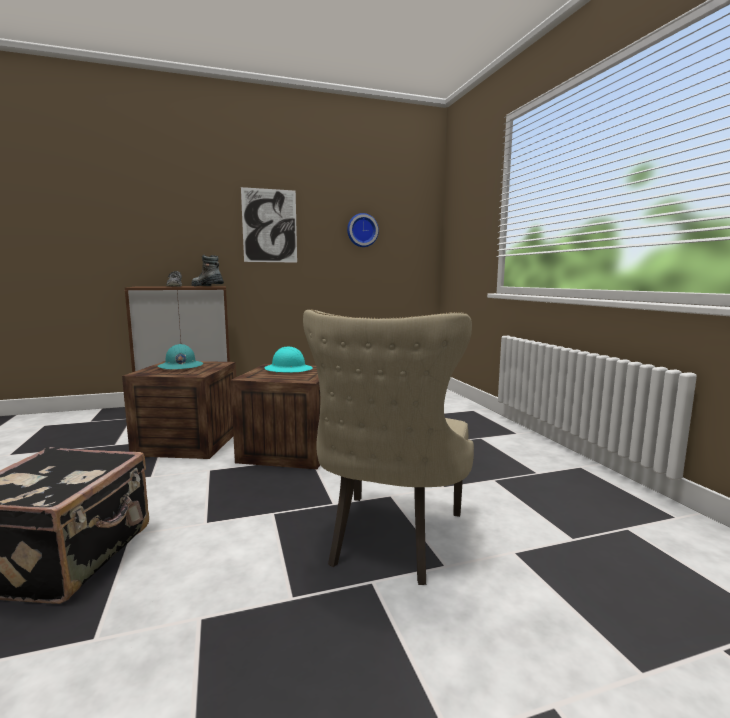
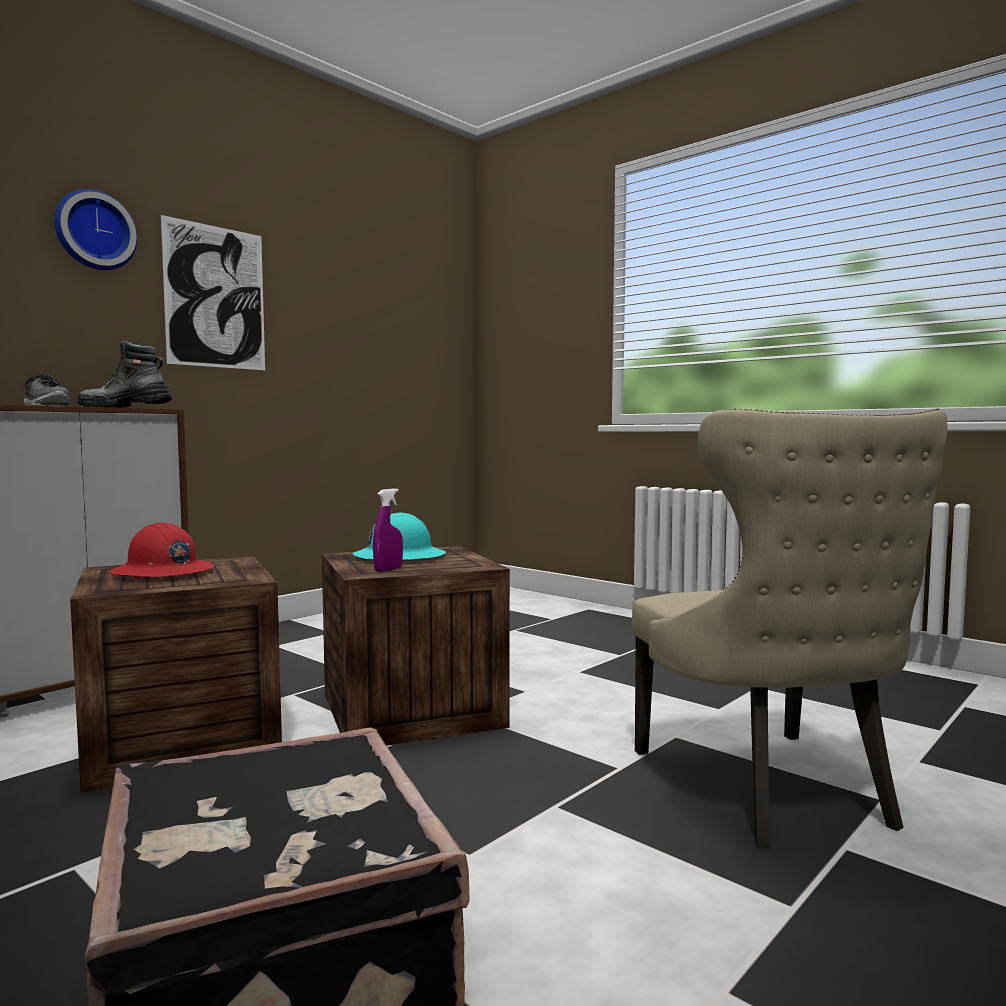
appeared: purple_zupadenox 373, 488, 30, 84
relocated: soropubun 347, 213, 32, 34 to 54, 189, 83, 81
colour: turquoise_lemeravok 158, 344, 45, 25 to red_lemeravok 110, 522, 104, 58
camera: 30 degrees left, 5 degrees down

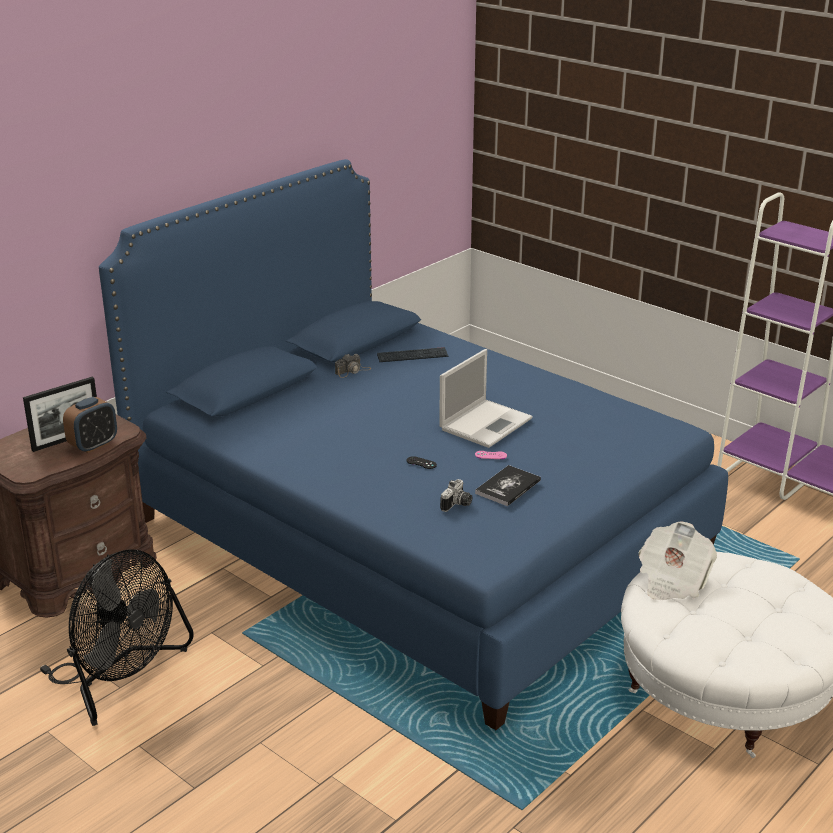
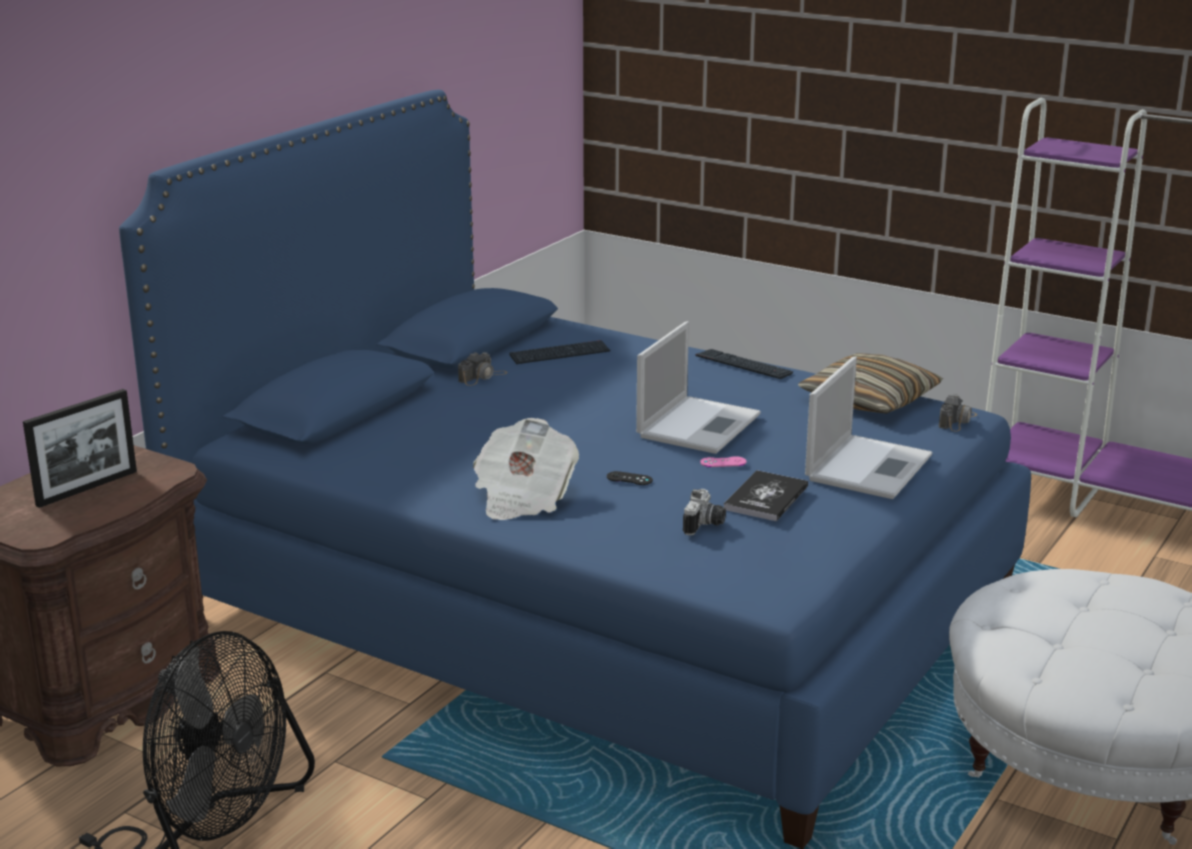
missing: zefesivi 63, 397, 54, 56
appeared: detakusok 695, 349, 98, 30; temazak 798, 353, 145, 61; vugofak 805, 357, 128, 142; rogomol 939, 394, 38, 37
relocated: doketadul 638, 521, 79, 79 to 473, 418, 106, 102
camera: 10 degrees left, 5 degrees down

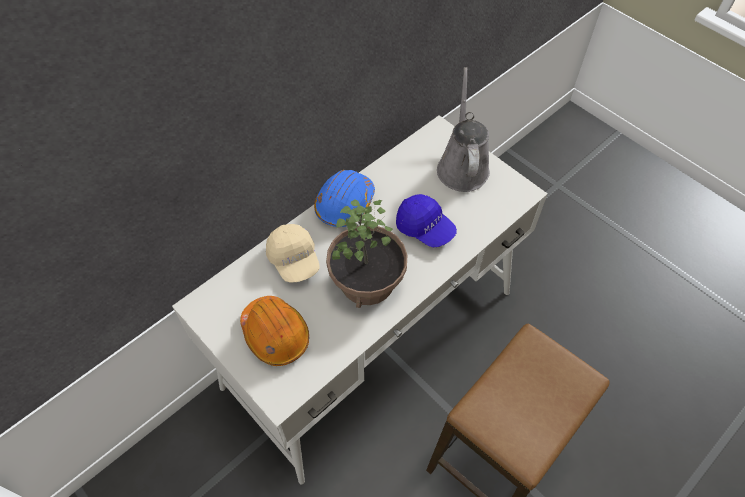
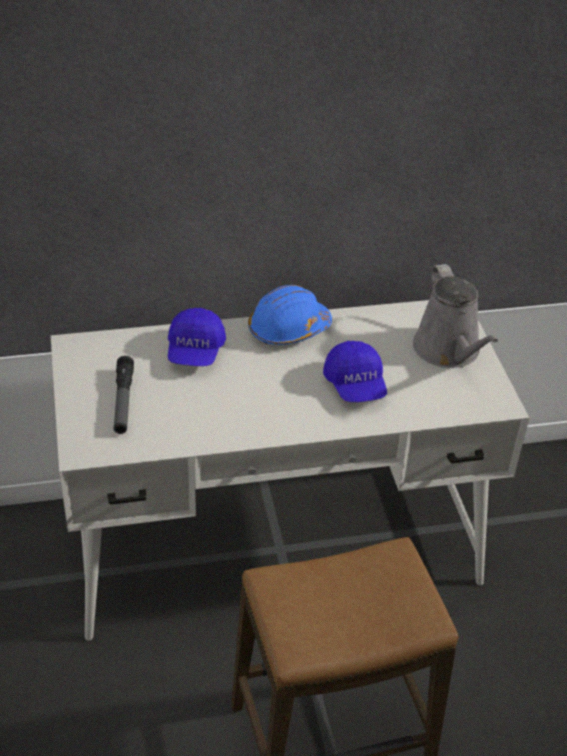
missing: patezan 326, 199, 81, 109
exchanged: orange_lemeravok 240, 296, 69, 70 to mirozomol 114, 356, 20, 78
colour: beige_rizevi 266, 224, 54, 58 to blue_rizevi 168, 308, 58, 58
spun: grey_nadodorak 437, 67, 53, 125 = 413, 264, 85, 104 135 degrees clockwise
camera: 30 degrees right, 15 degrees down

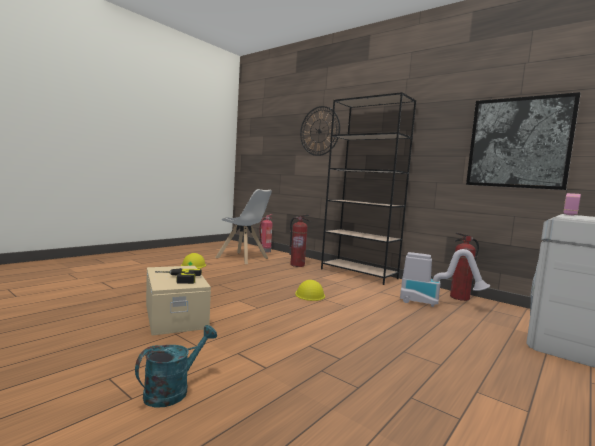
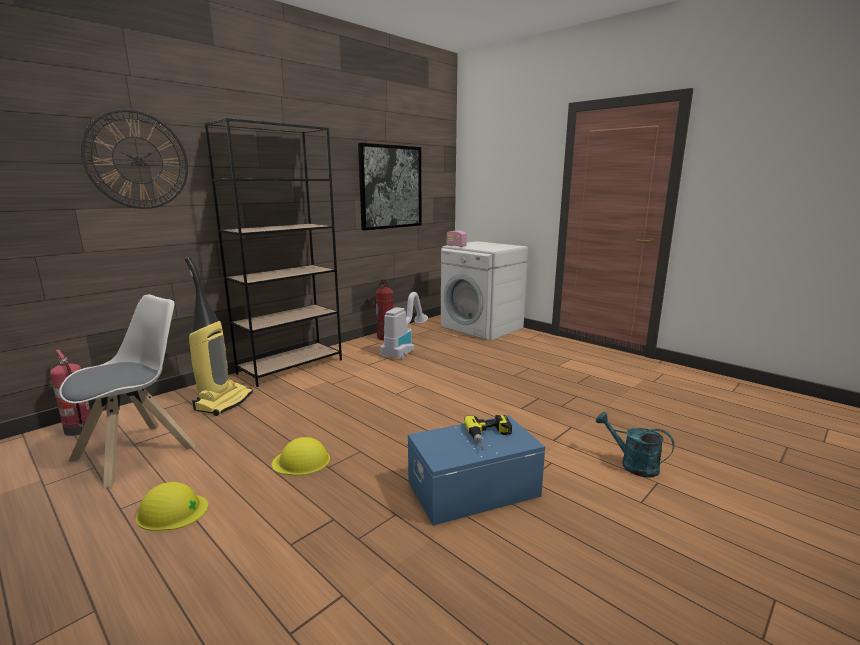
relocated: yellow_lemeravok 295, 280, 30, 21 to 272, 437, 58, 38
exchanged: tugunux 289, 214, 21, 53 to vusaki 185, 257, 68, 159
colour: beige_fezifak 146, 266, 65, 70 to blue_fezifak 408, 415, 137, 111
camera: 85 degrees left, 10 degrees up

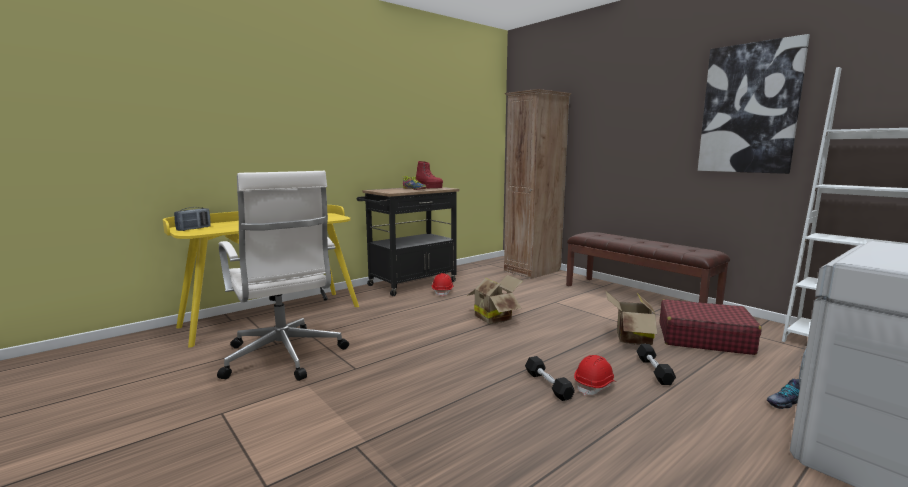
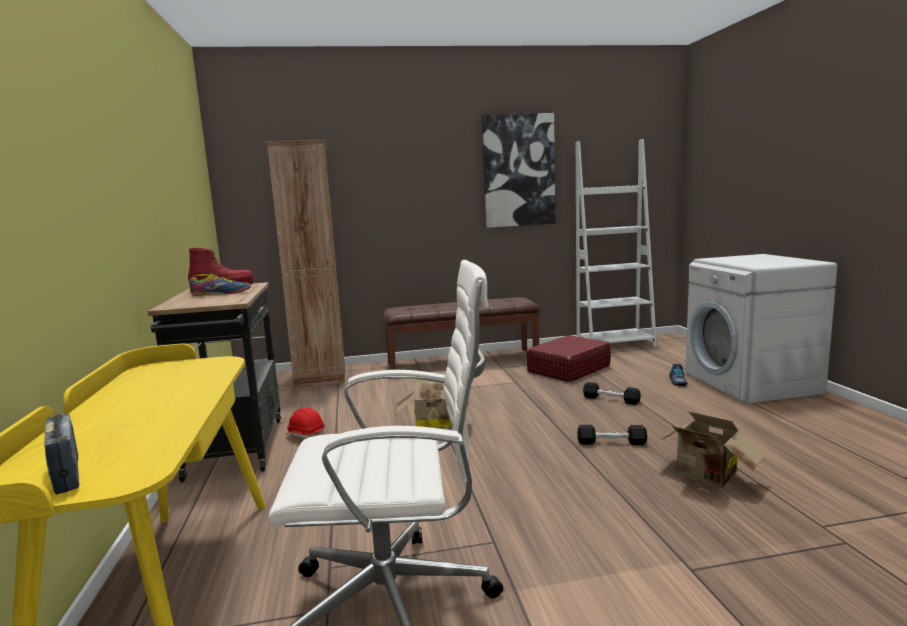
missing: red_lemeravok 574, 355, 41, 41
relocated: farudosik 606, 291, 51, 54 to 654, 411, 112, 78
camera: 60 degrees left, 0 degrees up

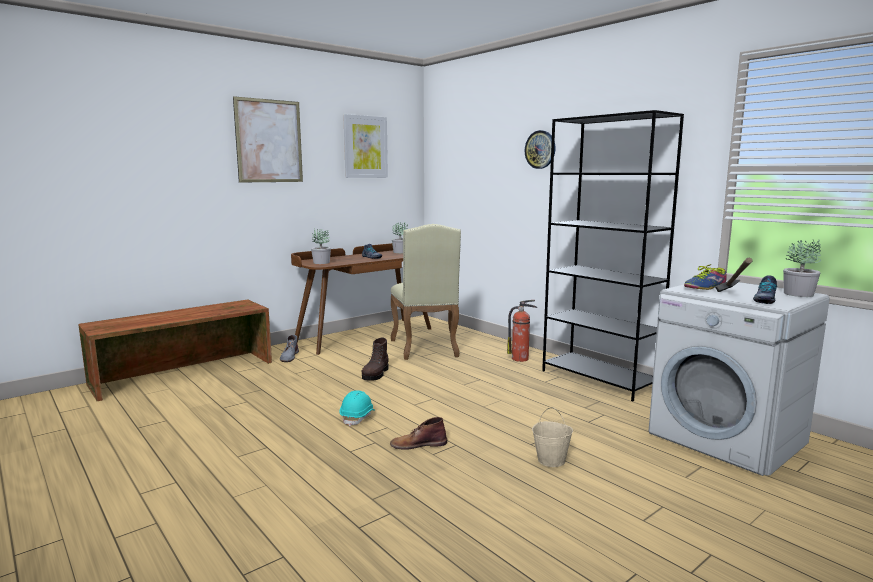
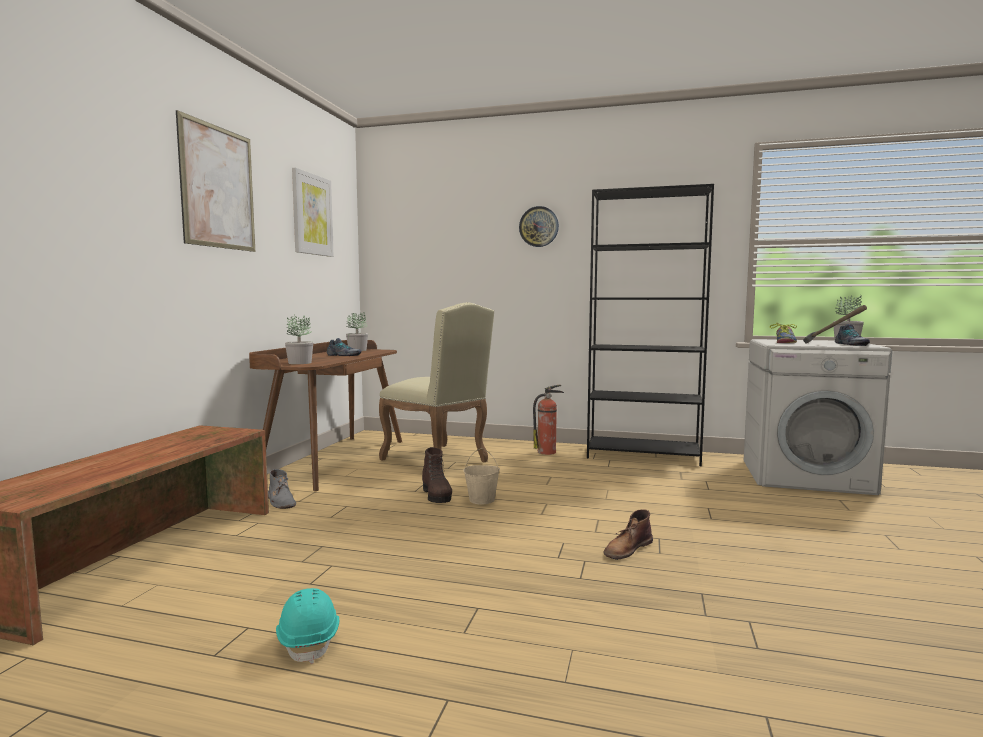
relocated: turquoise_lemeravok 339, 390, 35, 37 to 276, 588, 63, 76; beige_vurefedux 532, 407, 41, 60 to 463, 448, 37, 57
camera: 35 degrees left, 5 degrees down

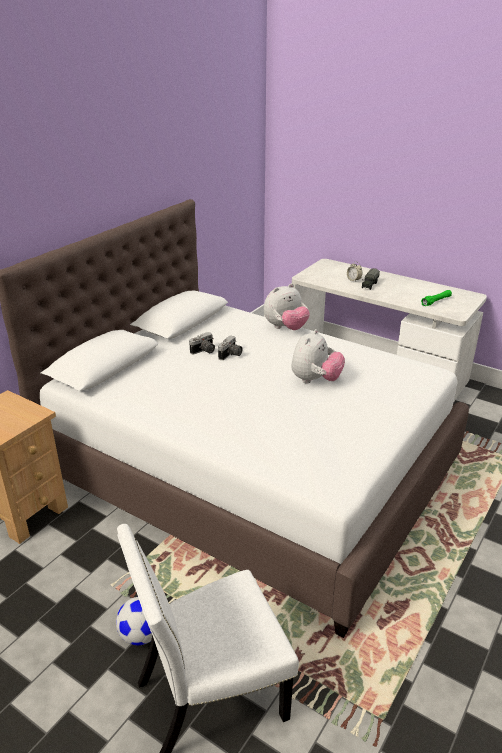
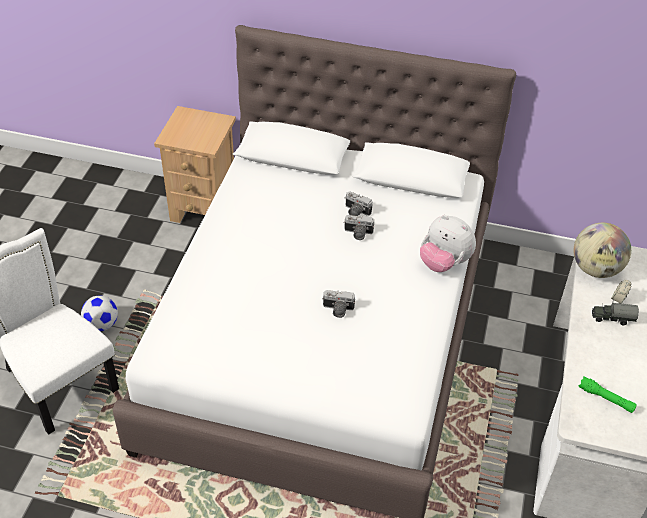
appeared: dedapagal 573, 223, 58, 55
exchanged: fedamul 291, 329, 54, 54 to rogomol 322, 290, 33, 28
camera: 70 degrees right, 15 degrees up

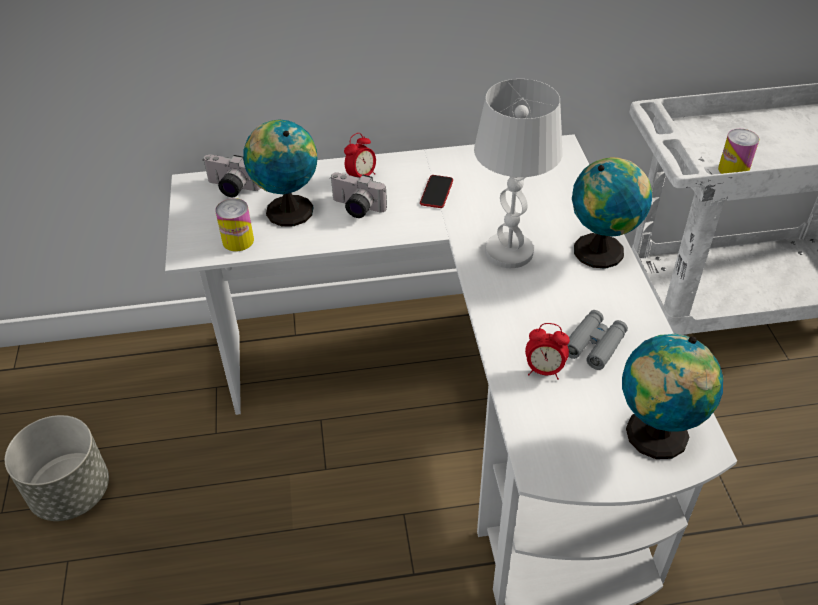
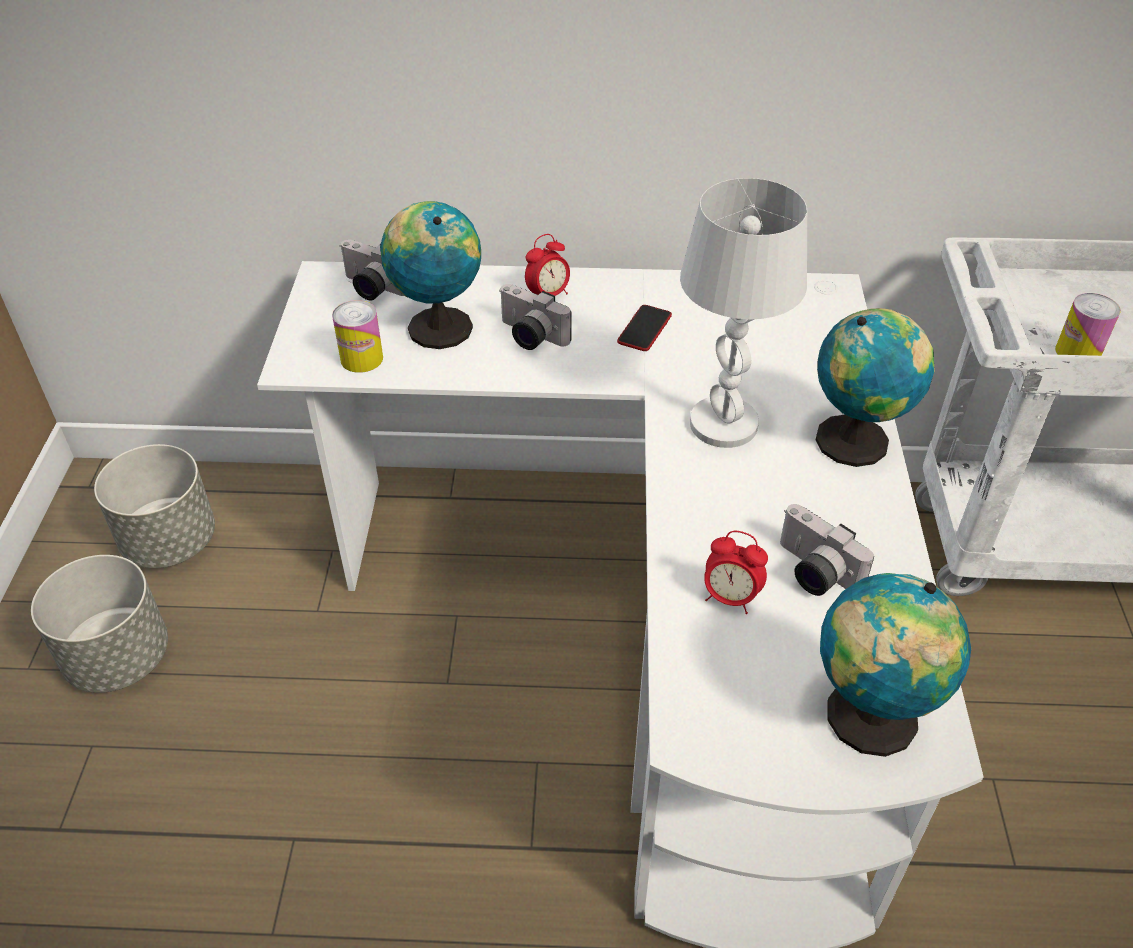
appeared: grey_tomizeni 94, 444, 121, 124
exchanged: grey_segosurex 567, 310, 61, 60 to rogomol 780, 504, 94, 92
camera: 10 degrees right, 0 degrees up

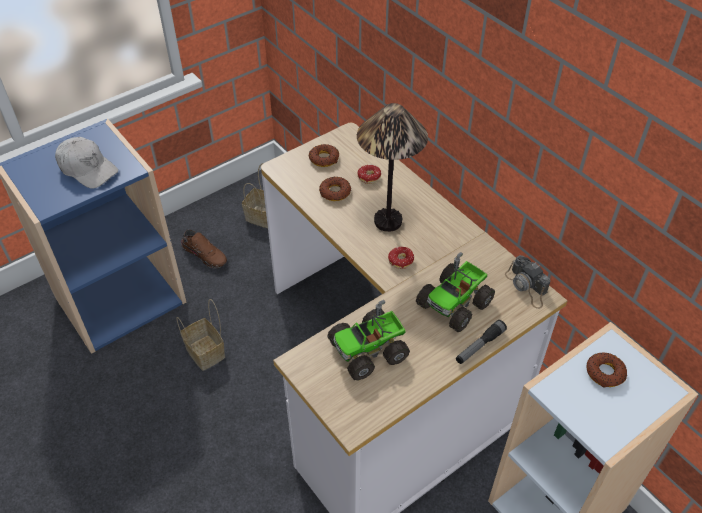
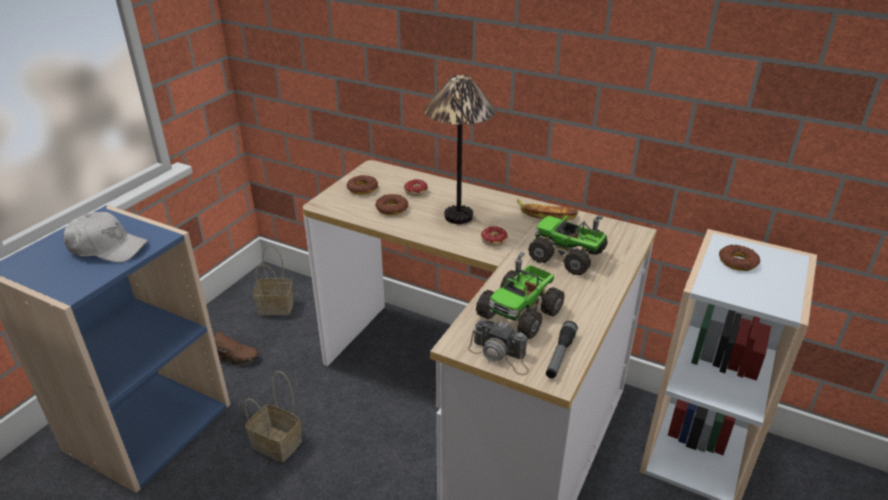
appeared: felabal 517, 199, 61, 21
relocated: mirozomol 456, 320, 51, 44 to 546, 321, 32, 57; rogomol 505, 255, 45, 54 to 468, 320, 61, 55
spun: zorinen 416, 252, 79, 80 = 528, 215, 80, 60 105 degrees clockwise
camera: 25 degrees left, 15 degrees down

